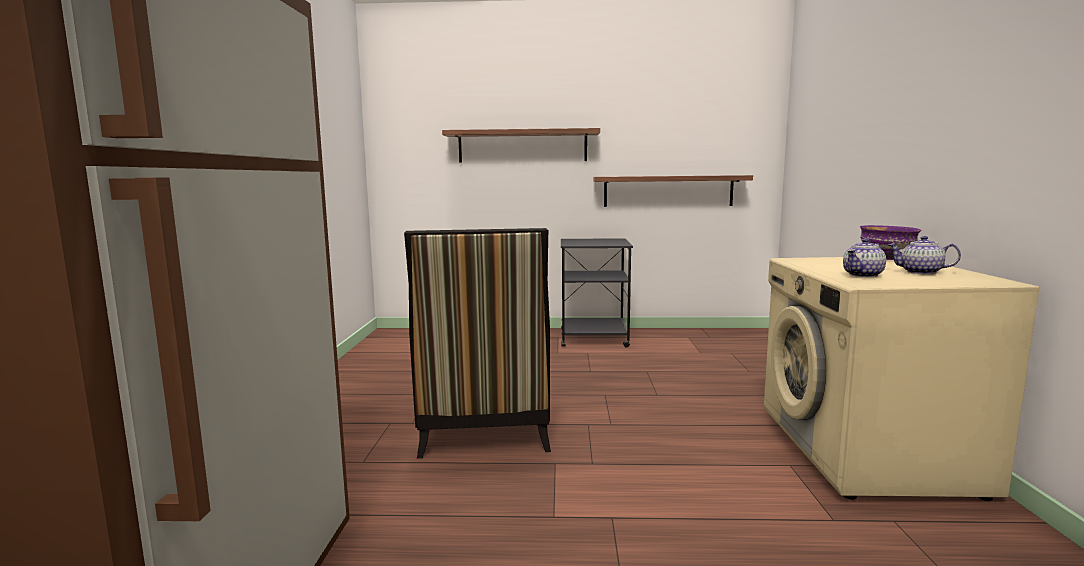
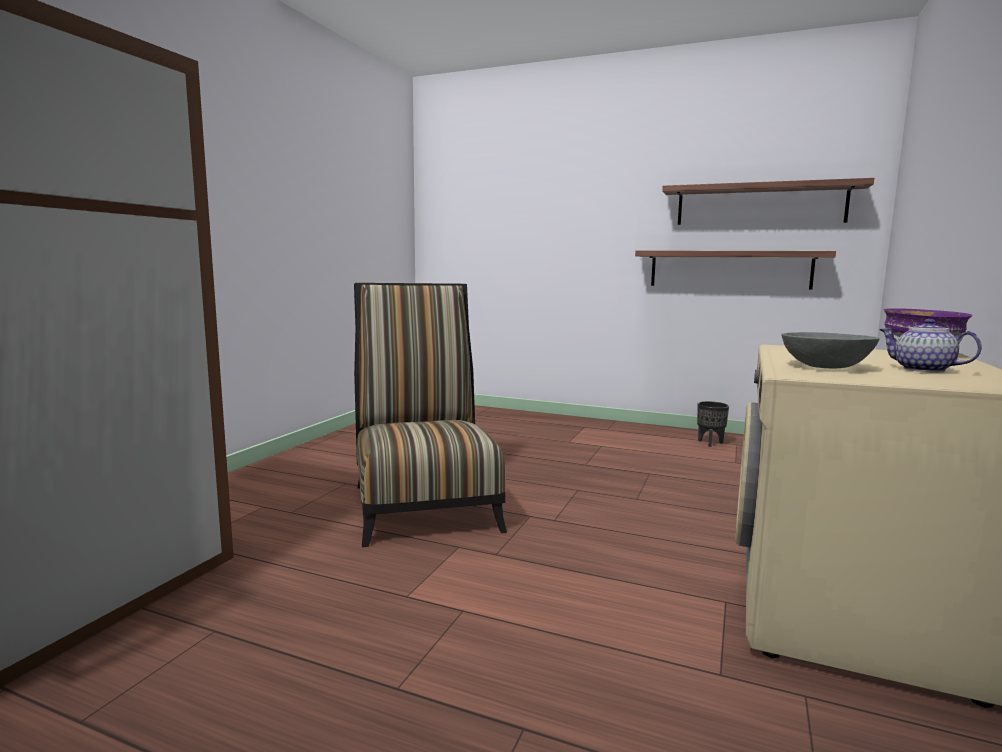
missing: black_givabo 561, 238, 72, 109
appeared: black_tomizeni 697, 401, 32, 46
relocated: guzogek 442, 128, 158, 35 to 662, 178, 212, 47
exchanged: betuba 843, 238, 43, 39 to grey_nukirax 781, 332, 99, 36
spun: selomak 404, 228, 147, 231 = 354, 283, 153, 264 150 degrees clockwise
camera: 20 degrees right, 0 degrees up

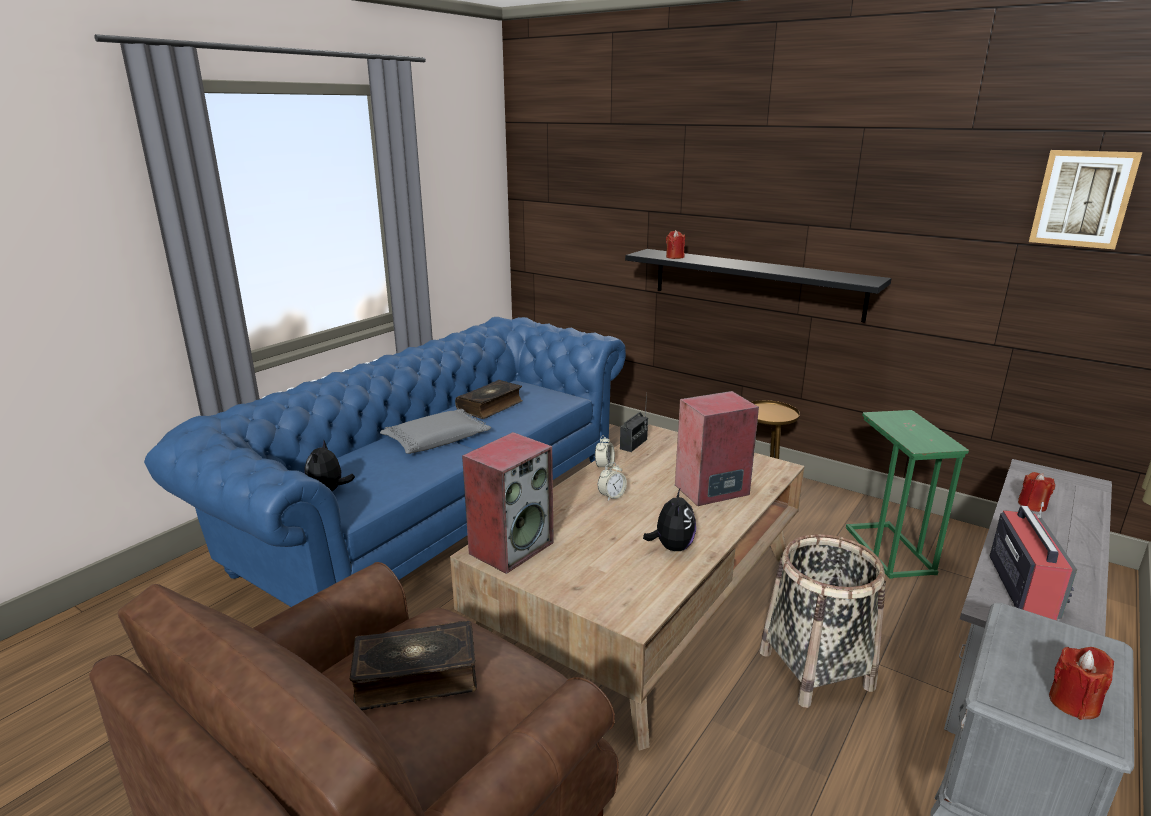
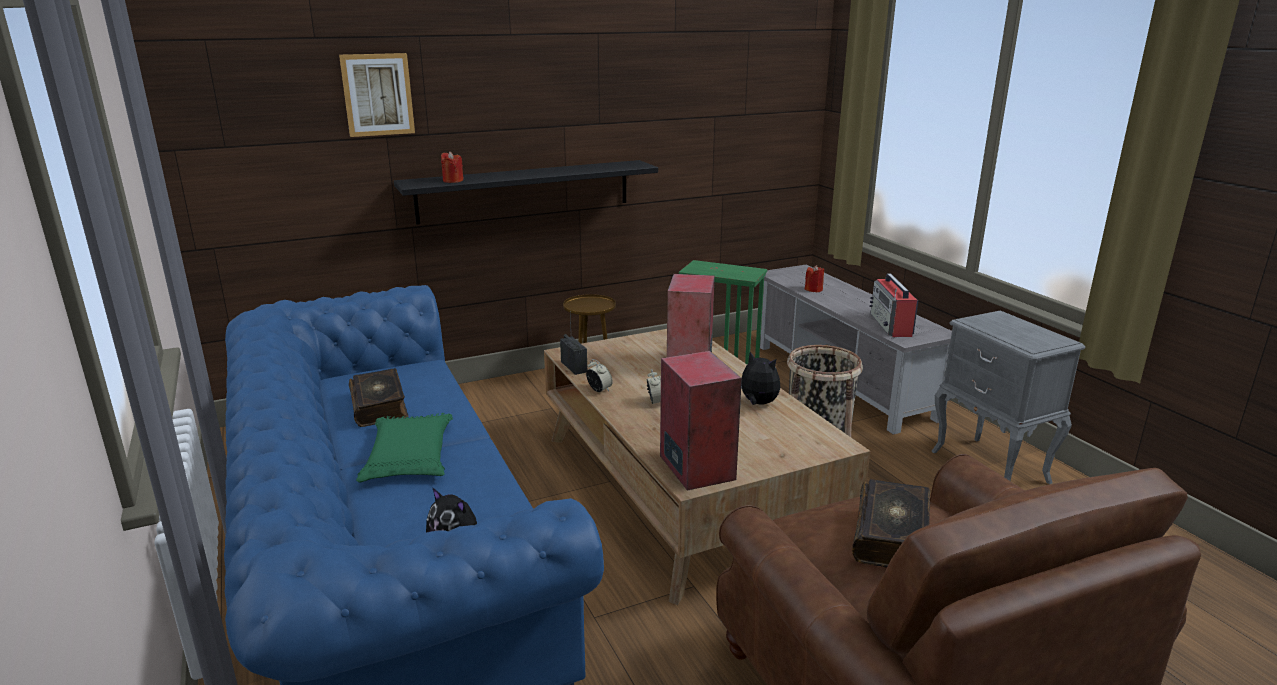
missing: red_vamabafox 1049, 647, 65, 73
relocated: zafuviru 1029, 150, 113, 99 to 339, 53, 76, 84
colour: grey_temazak 380, 409, 111, 45 to green_temazak 356, 412, 97, 70
spun: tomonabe 989, 502, 88, 118 = 869, 273, 49, 64 135 degrees counterclockwise
camera: 60 degrees left, 0 degrees up

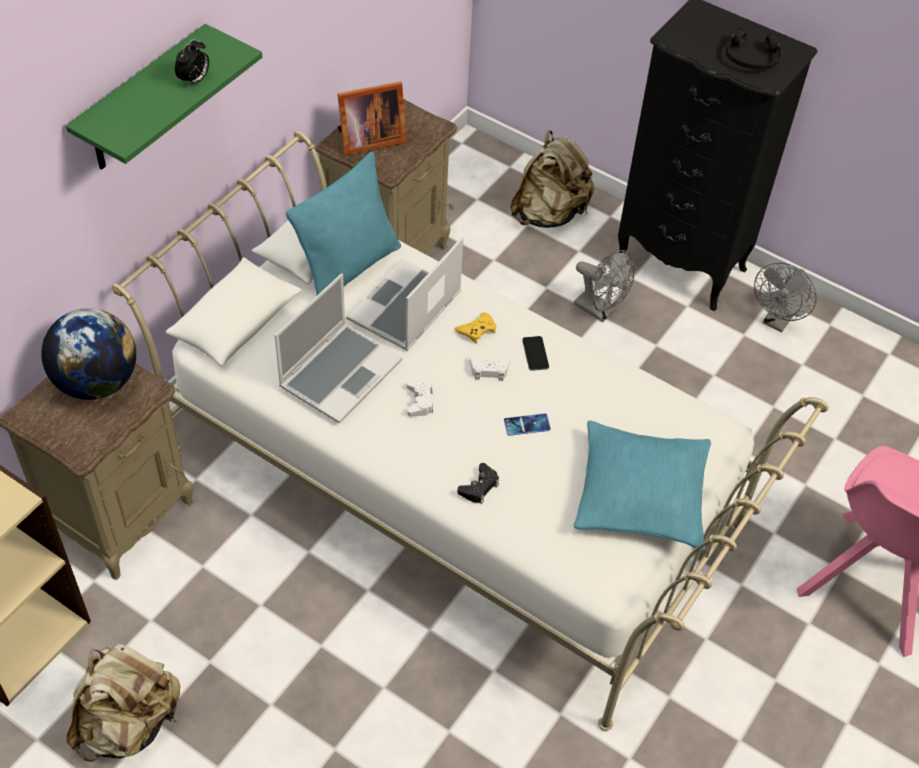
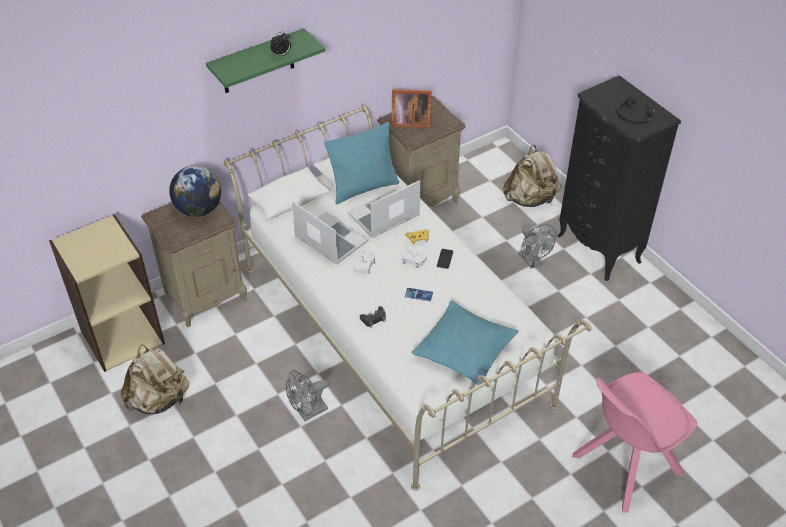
relocated: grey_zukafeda 754, 263, 63, 69 to 286, 370, 43, 51
spun: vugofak 275, 273, 127, 151 = 292, 201, 76, 64 105 degrees counterclockwise
camera: 25 degrees right, 5 degrees down

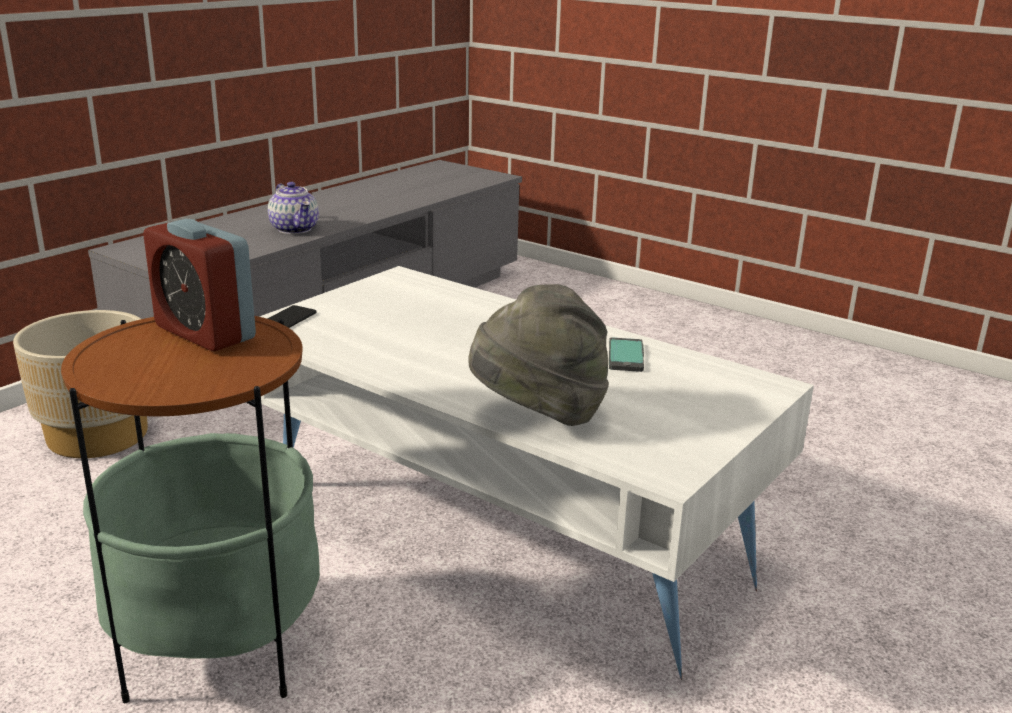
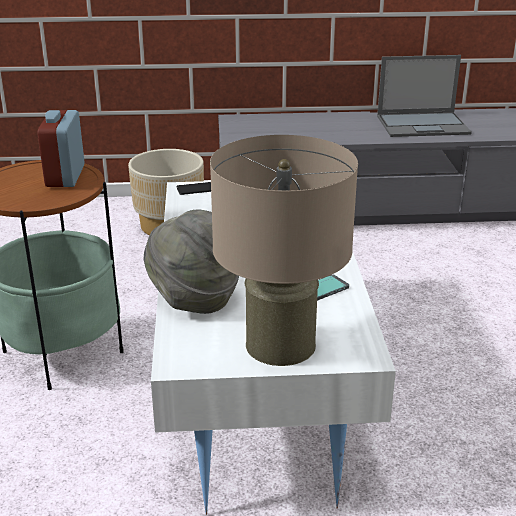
missing: betuba 268, 182, 51, 52
appeared: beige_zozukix 210, 135, 148, 231; vugofak 377, 55, 95, 82
camera: 50 degrees right, 5 degrees up

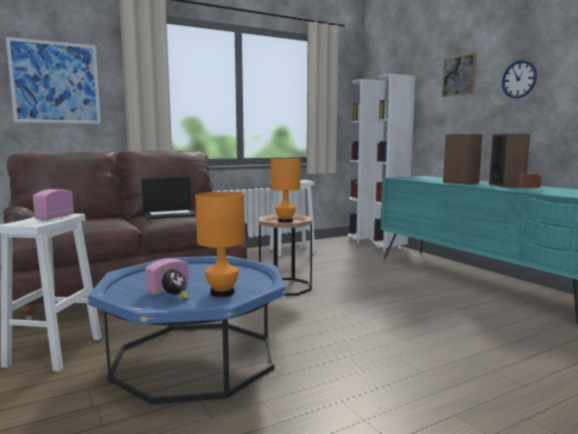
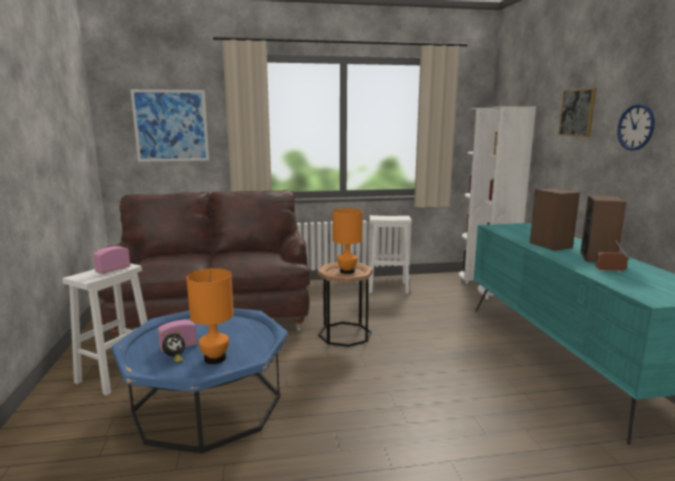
missing: vugofak 141, 177, 55, 42
camera: 20 degrees right, 5 degrees up

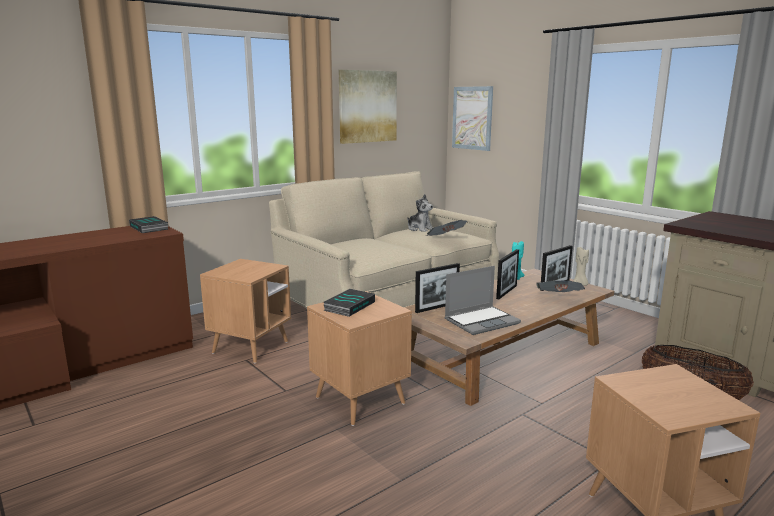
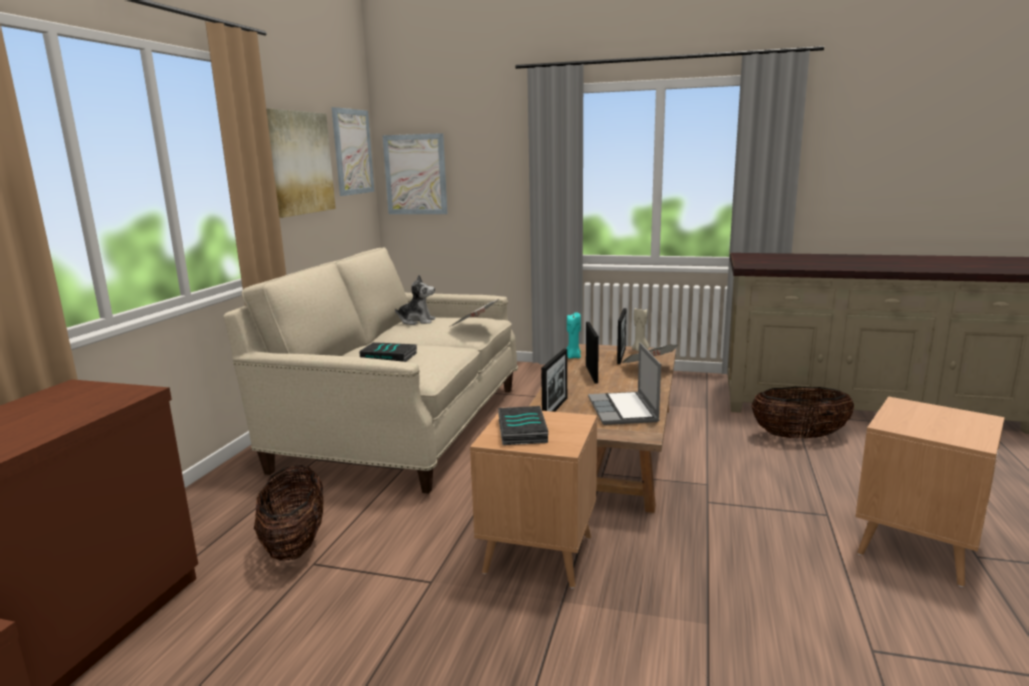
appeared: zafuviru 332, 107, 43, 89
relocated: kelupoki 129, 216, 39, 17 to 359, 342, 58, 20
exchanged: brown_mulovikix 200, 259, 91, 104 to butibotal 254, 465, 69, 96
spun: vugofak 445, 266, 76, 69 = 588, 343, 73, 82 150 degrees clockwise
camera: 35 degrees left, 0 degrees up

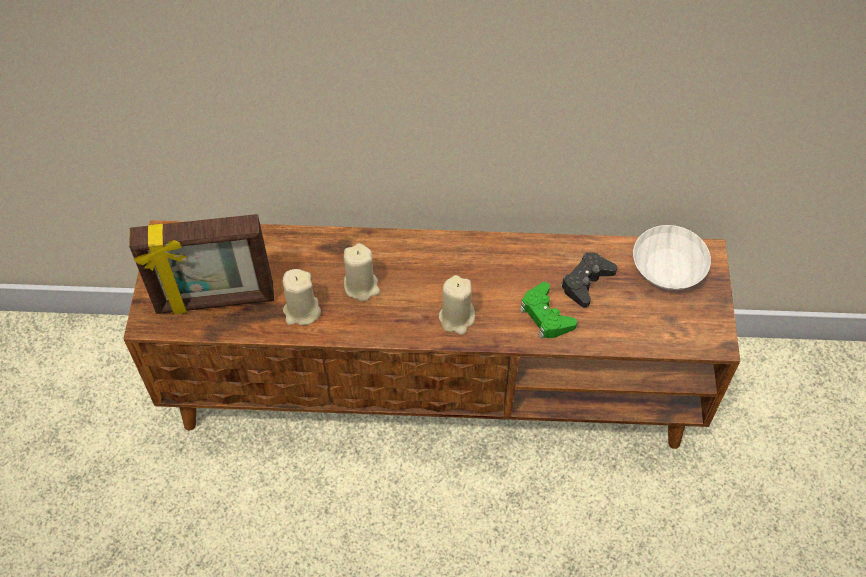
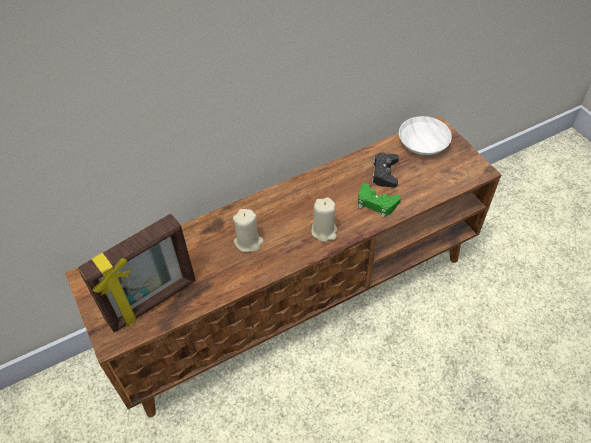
missing: beige_vamabafox 283, 269, 38, 57
camera: 30 degrees left, 5 degrees down

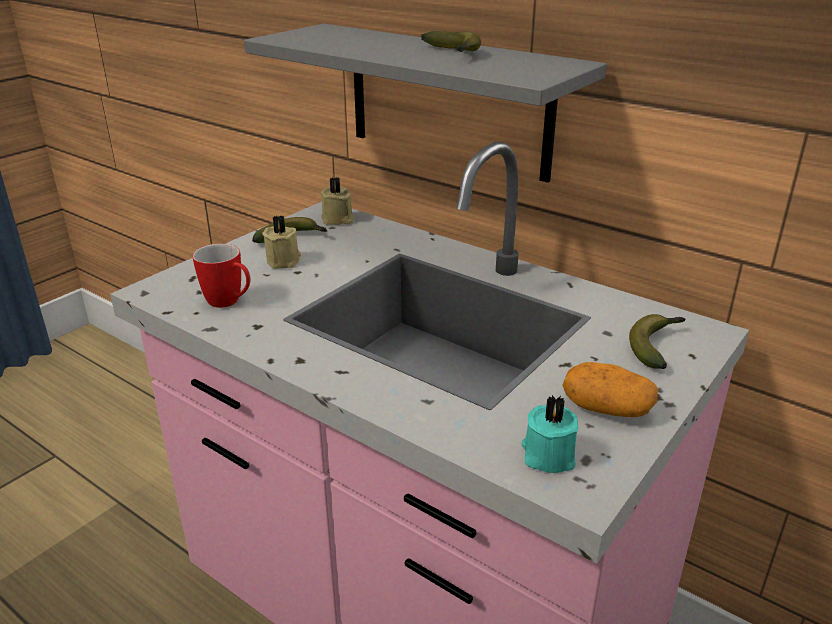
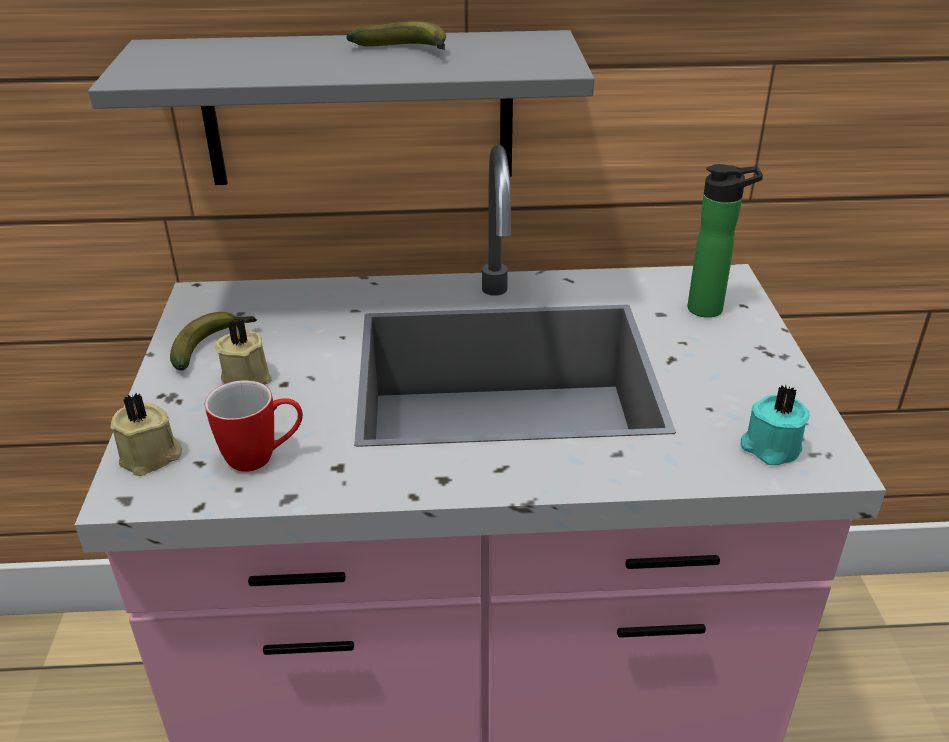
missing: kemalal 562, 362, 96, 55
relocated: beige_vamabafox 321, 177, 34, 48 to 110, 393, 72, 83
exchanged: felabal 629, 314, 56, 55 to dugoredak 688, 164, 75, 154
camera: 40 degrees left, 5 degrees up

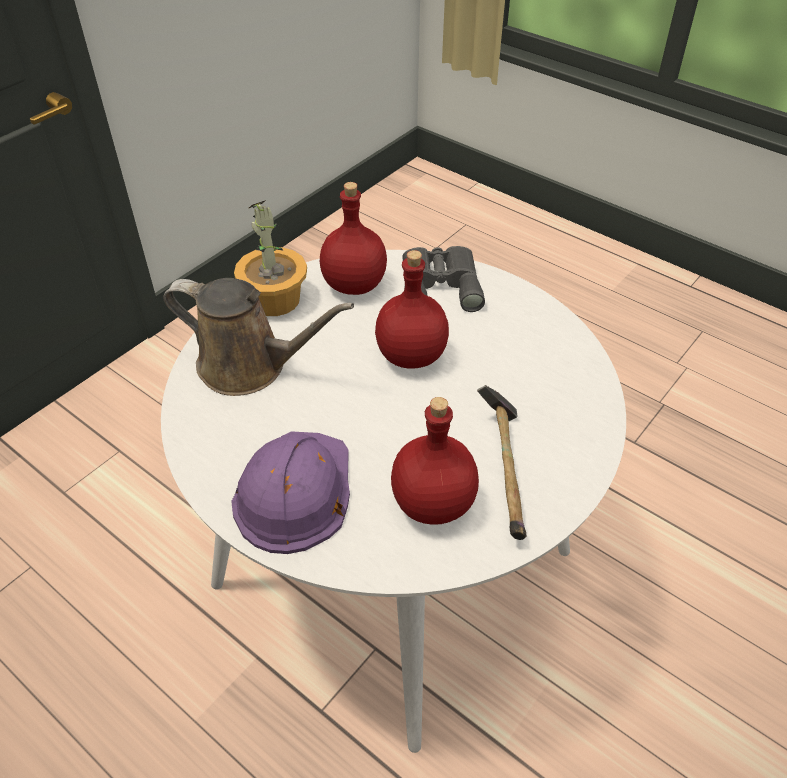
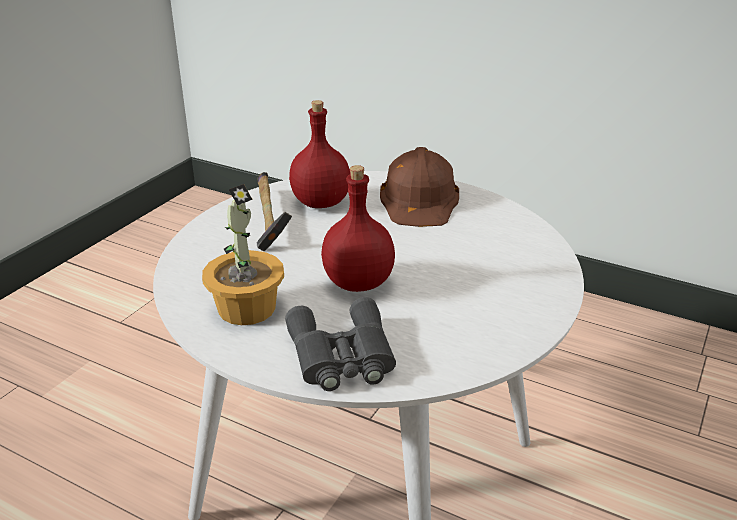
missing: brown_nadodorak 163, 278, 191, 118; red_dugoredak 320, 182, 67, 113
relocated: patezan 234, 200, 73, 116 to 202, 184, 82, 141
colour: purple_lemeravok 231, 431, 119, 123 to brown_lemeravok 380, 147, 79, 80
camera: 170 degrees right, 15 degrees down

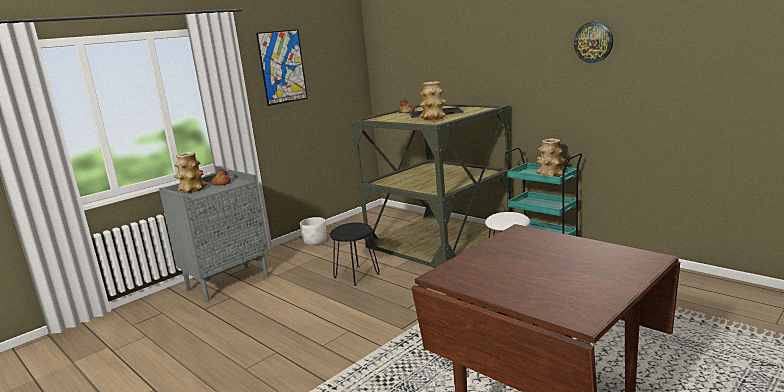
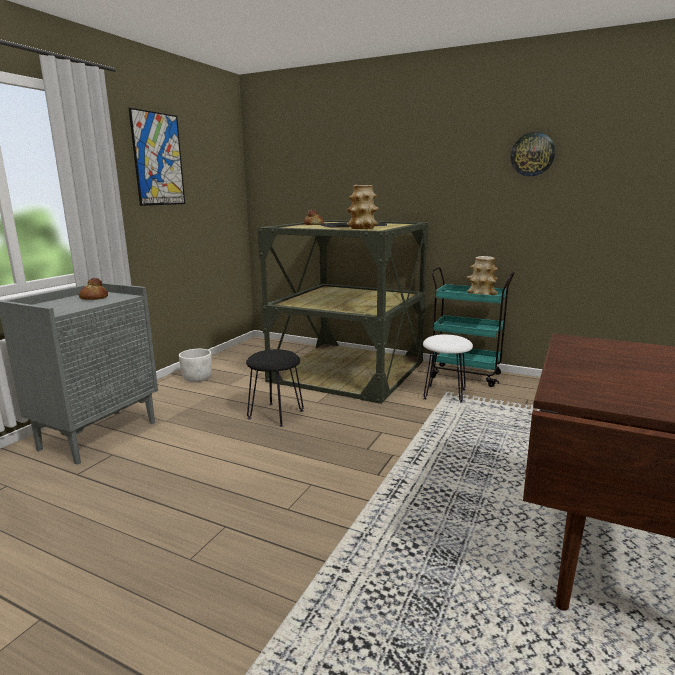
missing: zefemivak 174, 152, 34, 41
camera: 20 degrees left, 0 degrees up

